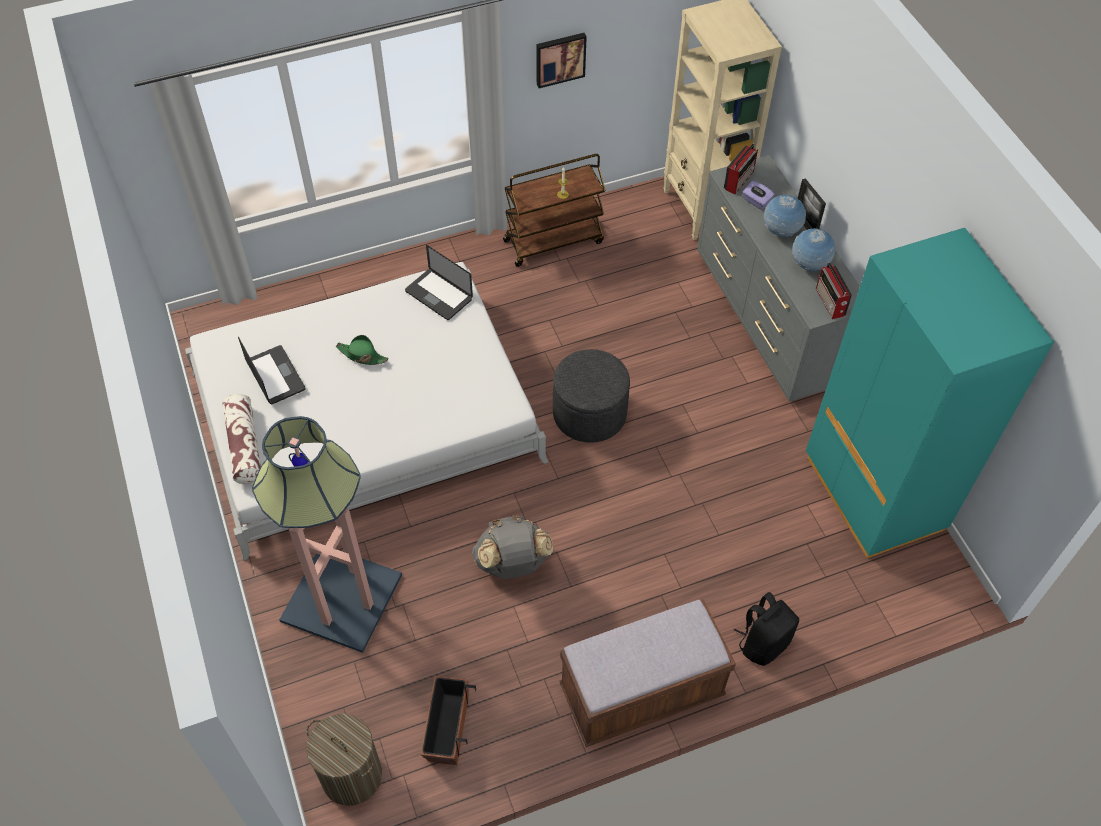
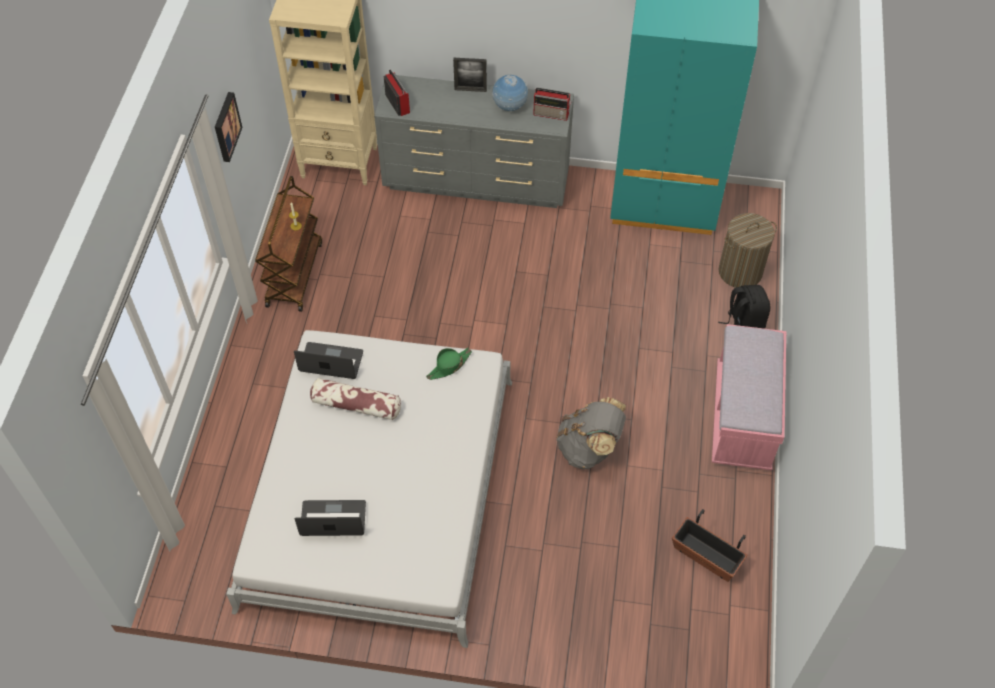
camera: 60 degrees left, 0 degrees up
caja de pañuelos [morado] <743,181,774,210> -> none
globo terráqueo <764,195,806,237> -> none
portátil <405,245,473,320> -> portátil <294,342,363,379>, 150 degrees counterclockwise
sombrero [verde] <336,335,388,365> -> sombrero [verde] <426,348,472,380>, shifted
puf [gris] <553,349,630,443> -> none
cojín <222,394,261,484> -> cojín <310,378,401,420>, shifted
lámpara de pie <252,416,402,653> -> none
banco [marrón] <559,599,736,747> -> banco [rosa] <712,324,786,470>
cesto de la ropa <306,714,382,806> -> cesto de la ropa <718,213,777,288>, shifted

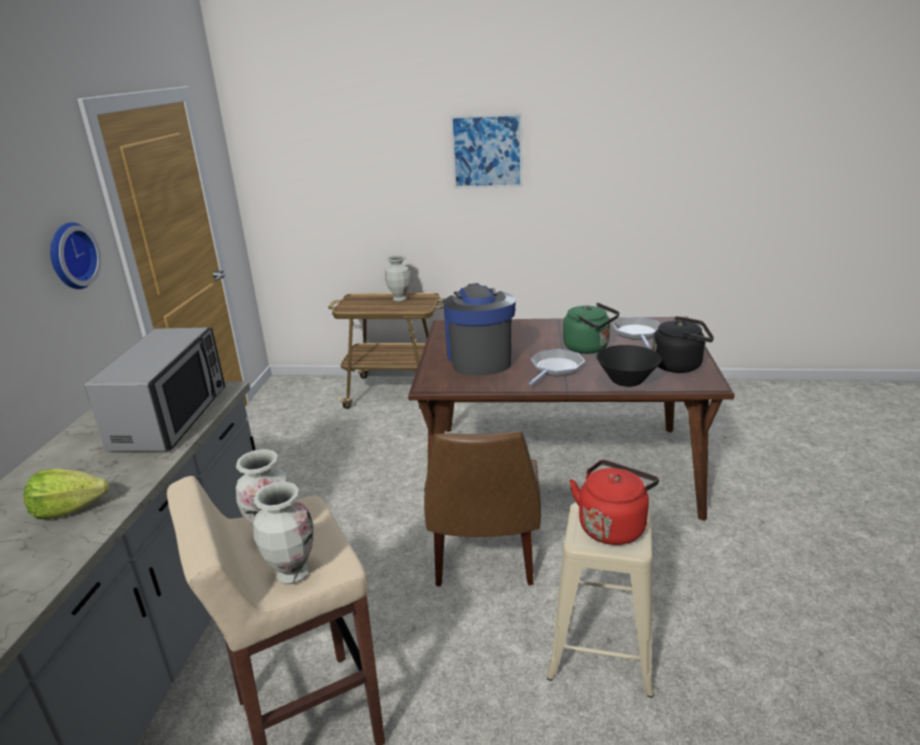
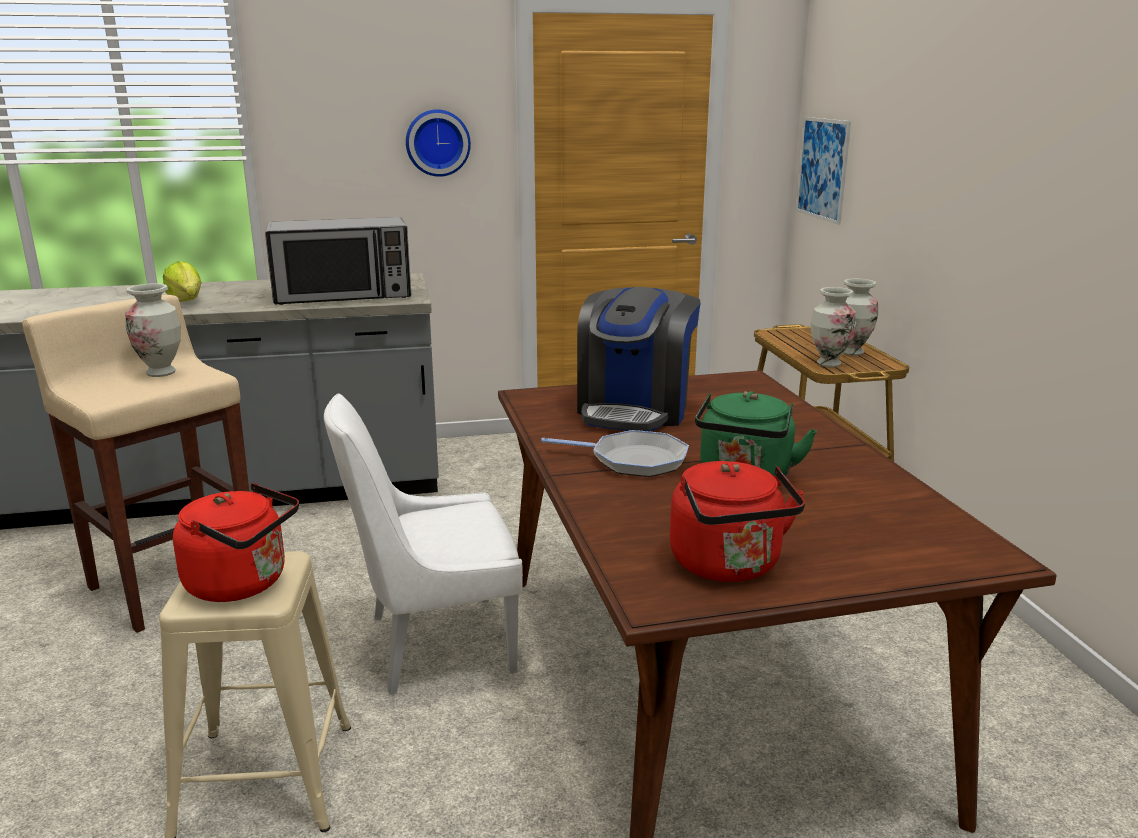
camera: 70 degrees right, 5 degrees down
cuadro <450,113,523,189> -> cuadro <796,117,851,225>, shifted
cafetera <443,283,516,376> -> cafetera <577,287,701,432>, 135 degrees clockwise
hervidor [negro] <652,316,714,373> -> hervidor [rojo] <670,461,805,582>
sartén <613,317,660,349> -> none
cuenco [negro] <596,345,661,387> -> none
silla [marrón] <424,431,541,587> -> silla [blanco] <324,393,523,695>
florero <253,481,314,584> -> florero <811,287,856,367>, shifted

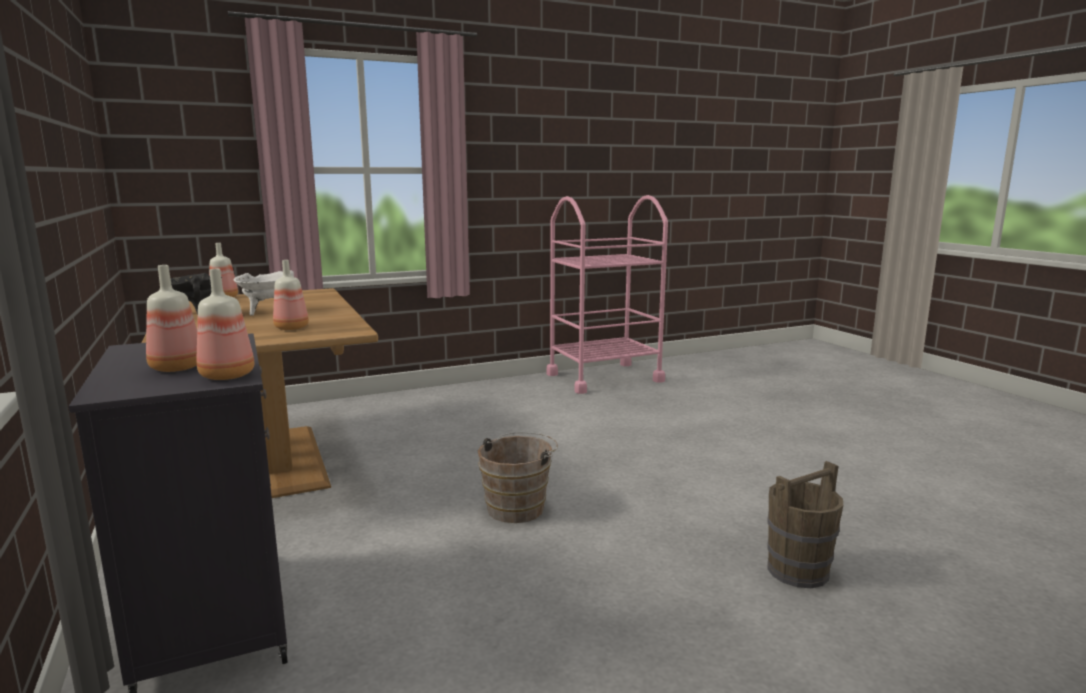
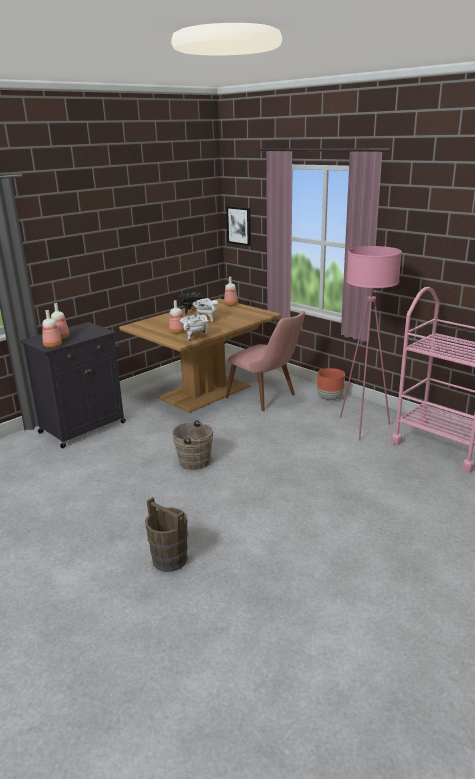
camera: 70 degrees right, 10 degrees up
none -> cuadro <226,206,251,246>
none -> lámpara de pie [rosa] <340,246,402,440>
none -> silla [rosa] <225,311,305,411>
none -> olla [blanco] <180,315,208,341>
none -> maceta [marrón] <317,368,345,401>

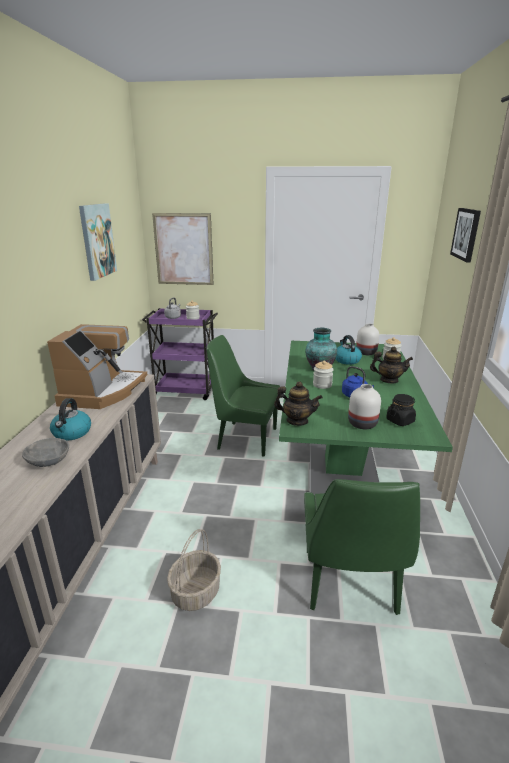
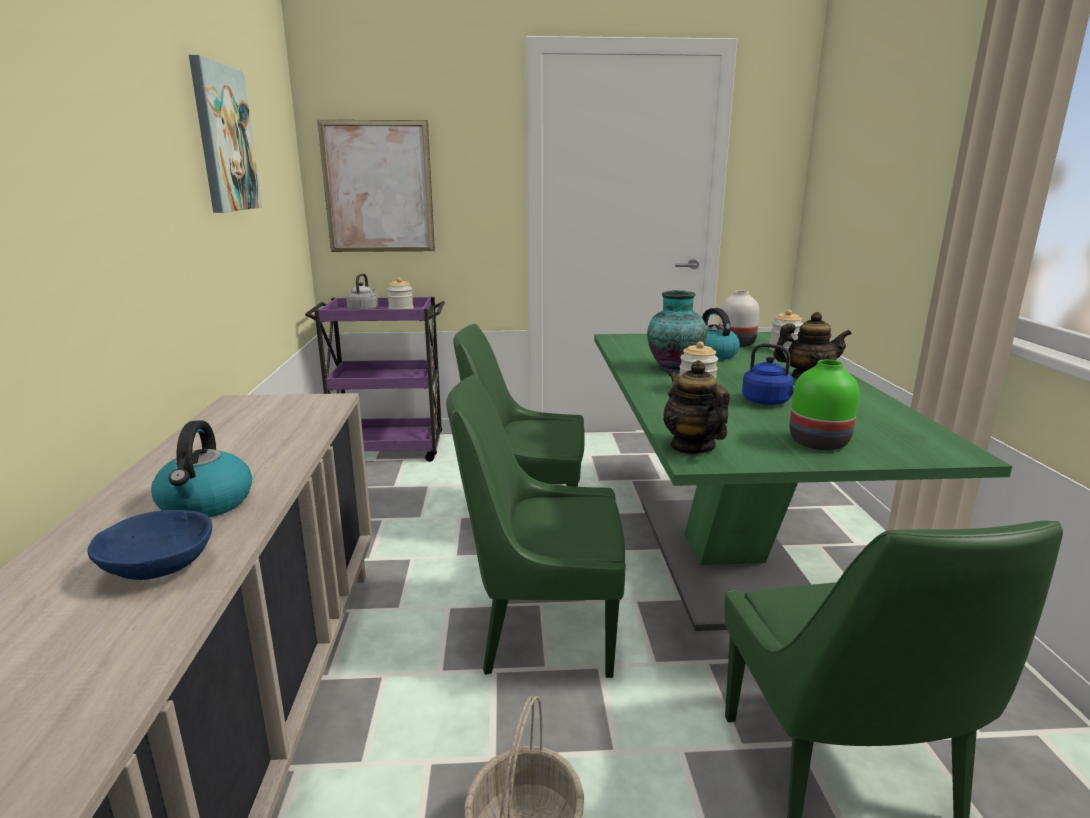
camera: 10 degrees left, 5 degrees down
cuadro <450,208,481,262> -> none
cafetera <47,324,147,409> -> none
tetera <274,381,323,426> -> tetera <663,360,730,454>, 120 degrees counterclockwise
florero [blanco] <348,384,381,429> -> florero [verde] <789,360,859,450>
tarro [negro] <386,394,416,426> -> none
cuenco [gris] <22,438,69,467> -> cuenco [azul] <87,510,212,580>
none -> silla [verde] <446,375,626,678>

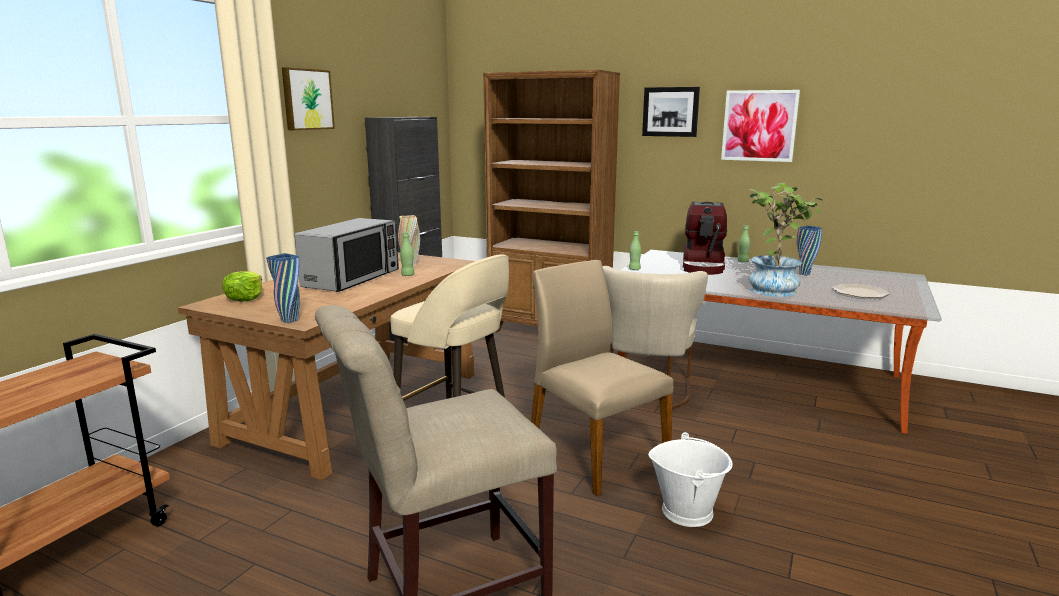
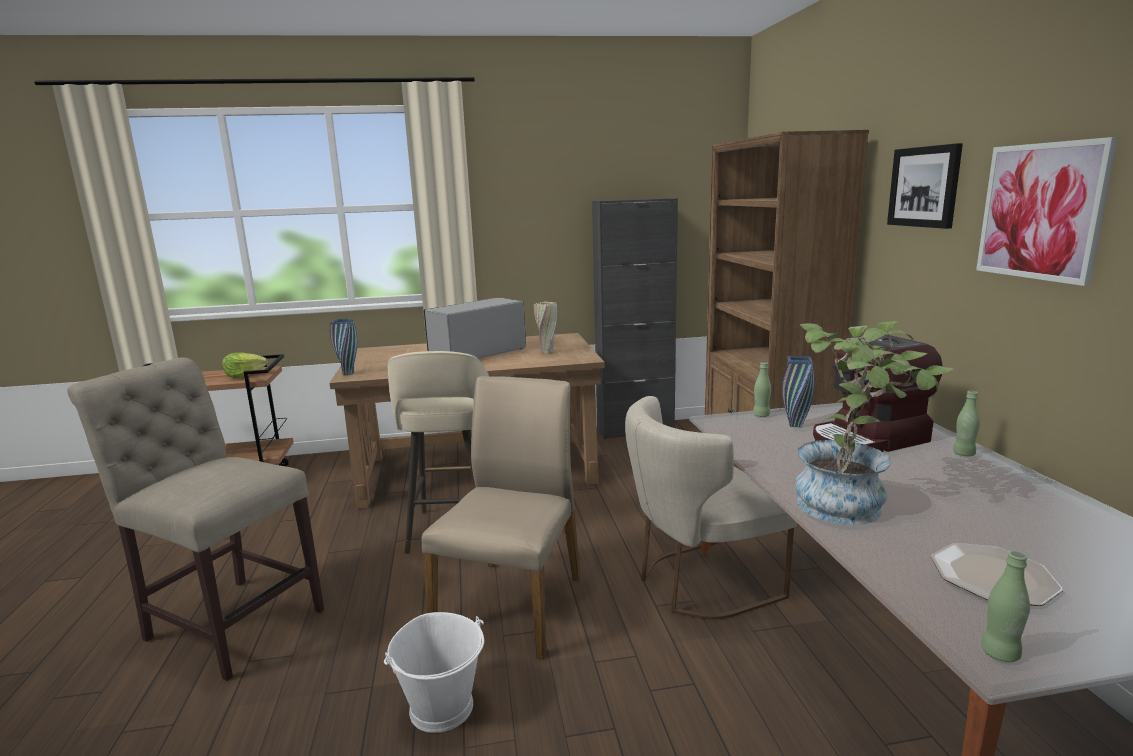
camera: 55 degrees right, 0 degrees up
cuadro <282,67,335,130> -> none
microondas <295,218,399,292> -> microondas <424,297,526,359>, 150 degrees clockwise
florero [azul] <797,226,822,276> -> florero [azul] <782,356,815,427>, shifted
botella [verde] <400,232,414,276> -> botella [verde] <981,551,1030,662>, shifted
lechuga <222,271,262,301> -> lechuga <222,353,268,378>, shifted

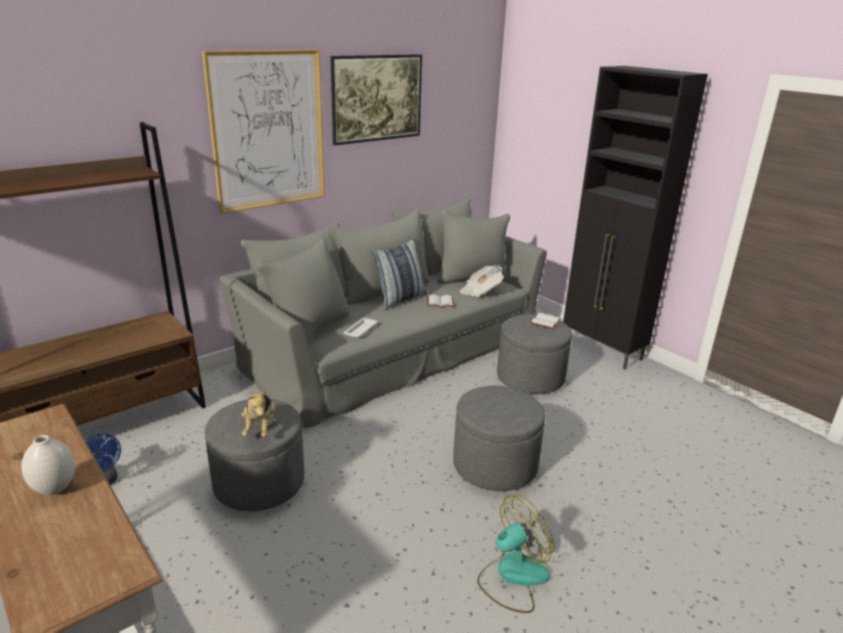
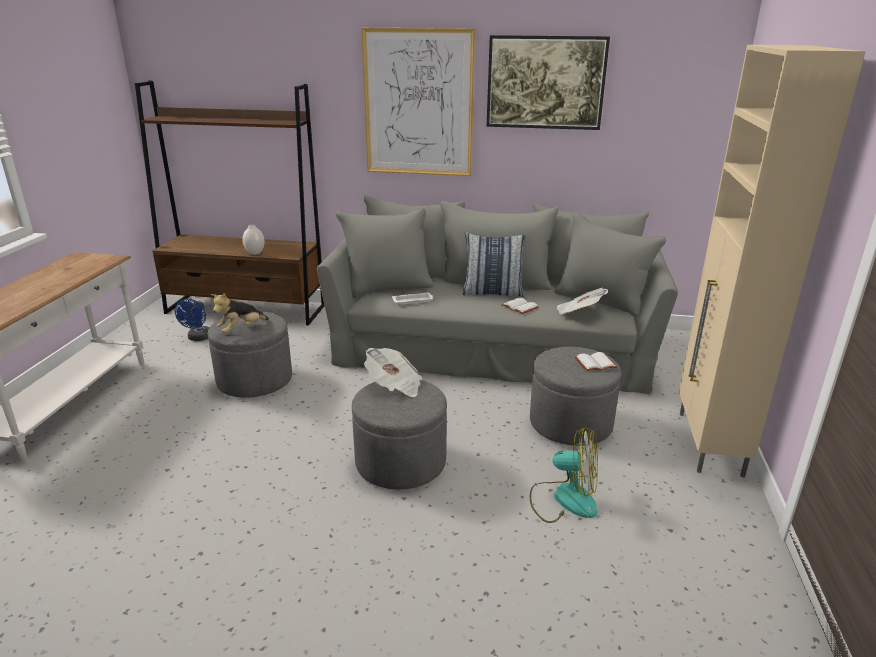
camera: 50 degrees right, 0 degrees up
armario [negro] <563,66,708,369> -> armario [beis] <679,45,866,478>
florero [blanco] <21,435,75,495> -> florero [blanco] <243,225,265,255>, shifted
ventilador <477,495,554,613> -> ventilador <530,427,598,523>, shifted
none -> periódico <364,348,422,397>

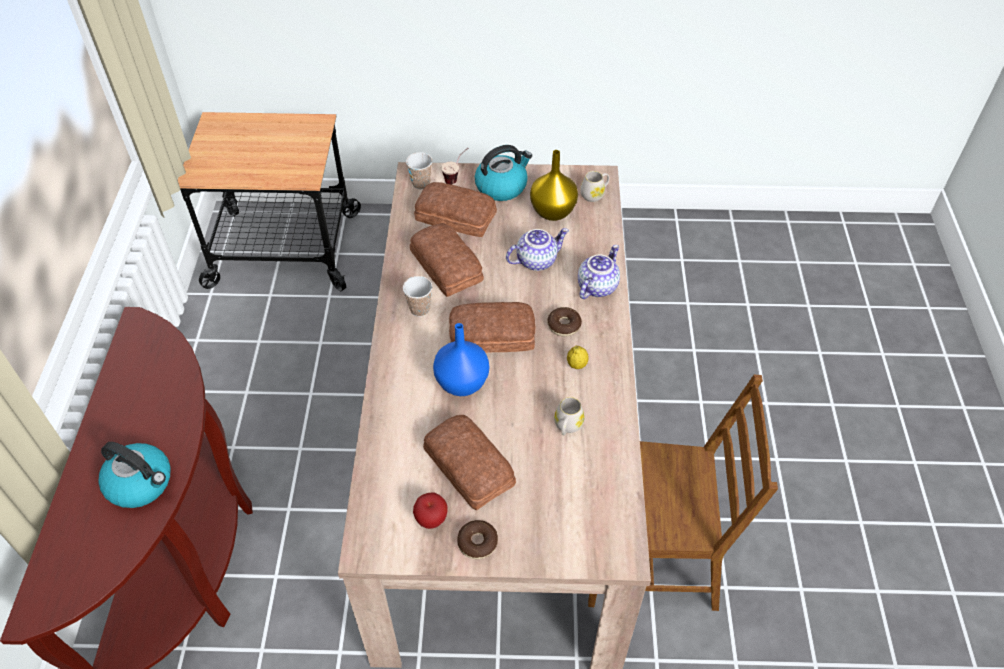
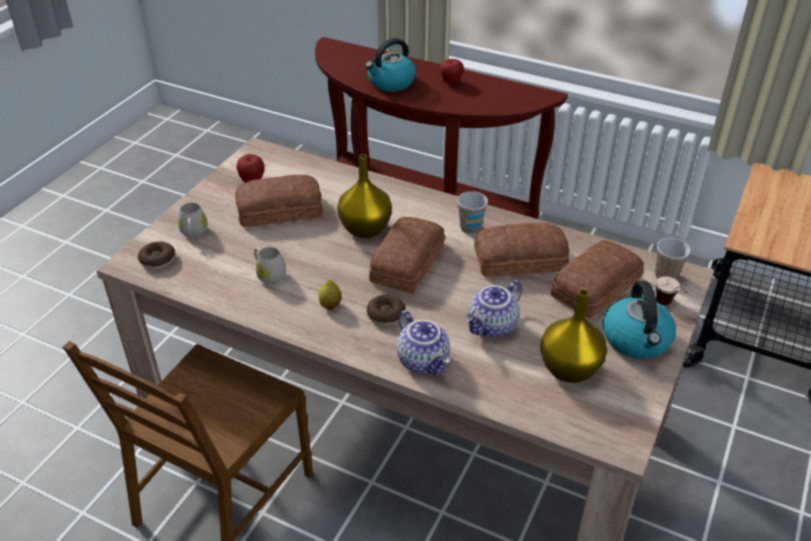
camera: 115 degrees right, 10 degrees down
taza grande [blanco] <580,171,609,202> -> taza grande [blanco] <178,202,208,238>, shifted
tetera <506,228,569,271> -> tetera <465,280,522,337>, 45 degrees clockwise
florero [azul] <433,323,489,396> -> florero [amarillo] <337,154,392,238>
rosquilla <457,520,498,559> -> rosquilla <138,241,175,269>, shifted
none -> manzana <440,59,464,85>

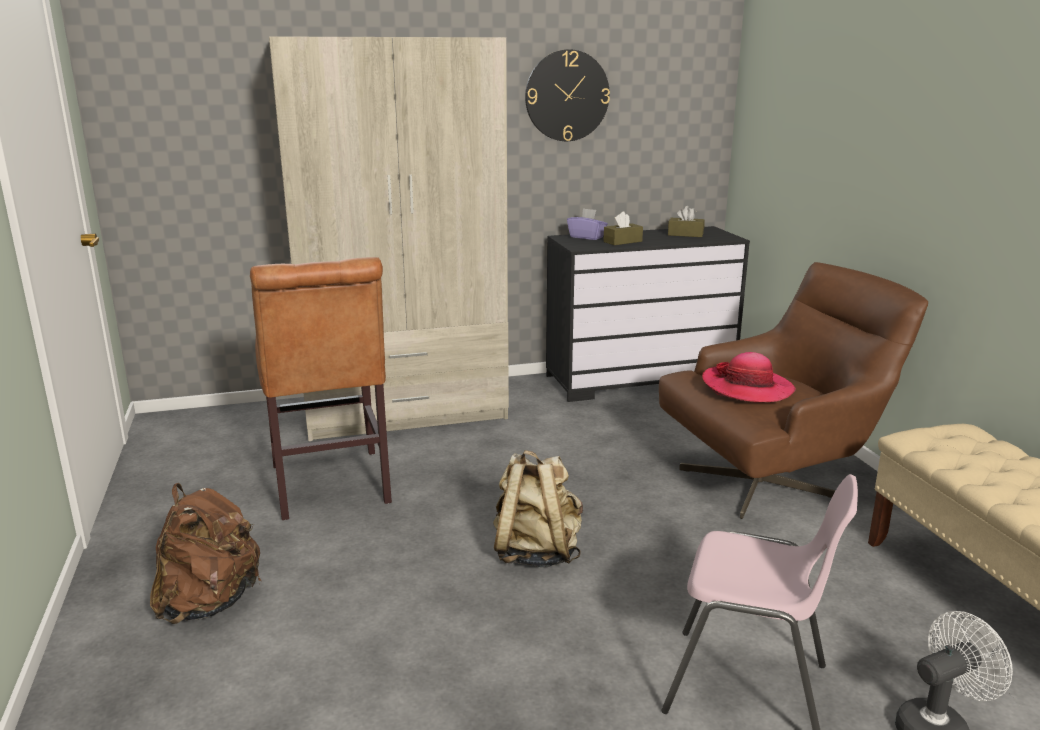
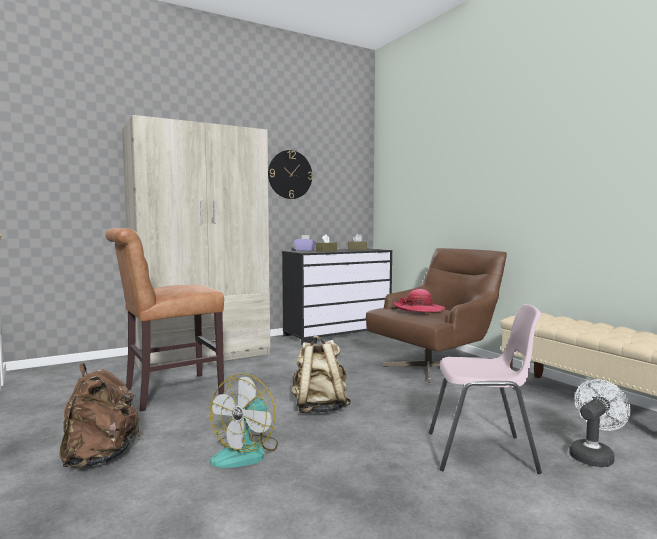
camera: 15 degrees left, 15 degrees down
silla [marrón] <250,257,392,520> -> silla [marrón] <105,228,224,412>, 90 degrees clockwise
none -> ventilador <210,373,278,468>

